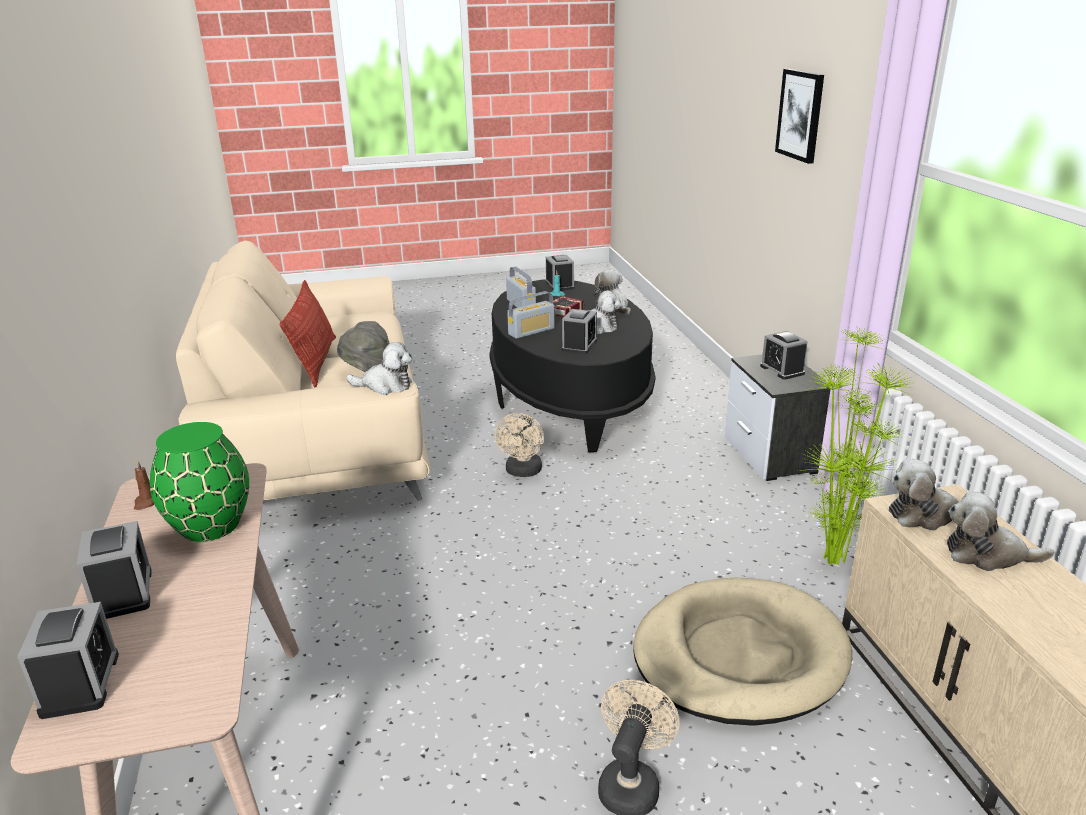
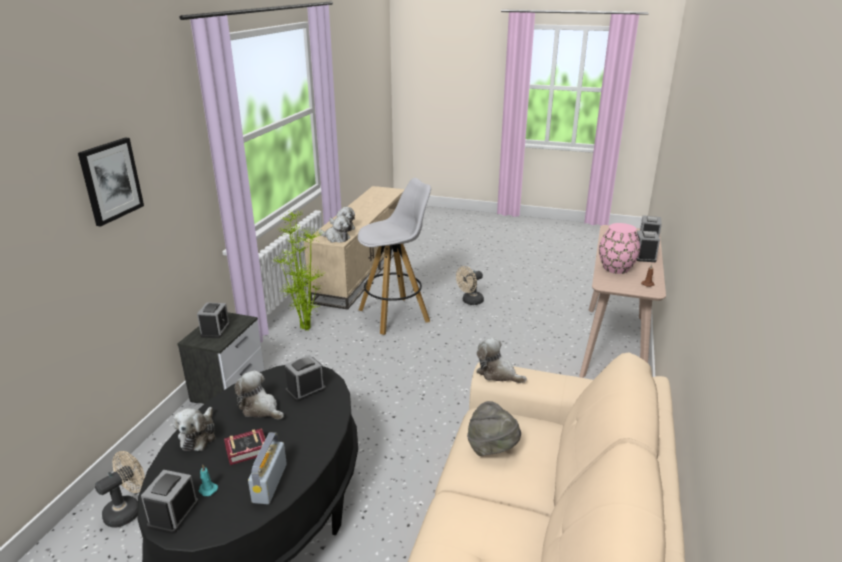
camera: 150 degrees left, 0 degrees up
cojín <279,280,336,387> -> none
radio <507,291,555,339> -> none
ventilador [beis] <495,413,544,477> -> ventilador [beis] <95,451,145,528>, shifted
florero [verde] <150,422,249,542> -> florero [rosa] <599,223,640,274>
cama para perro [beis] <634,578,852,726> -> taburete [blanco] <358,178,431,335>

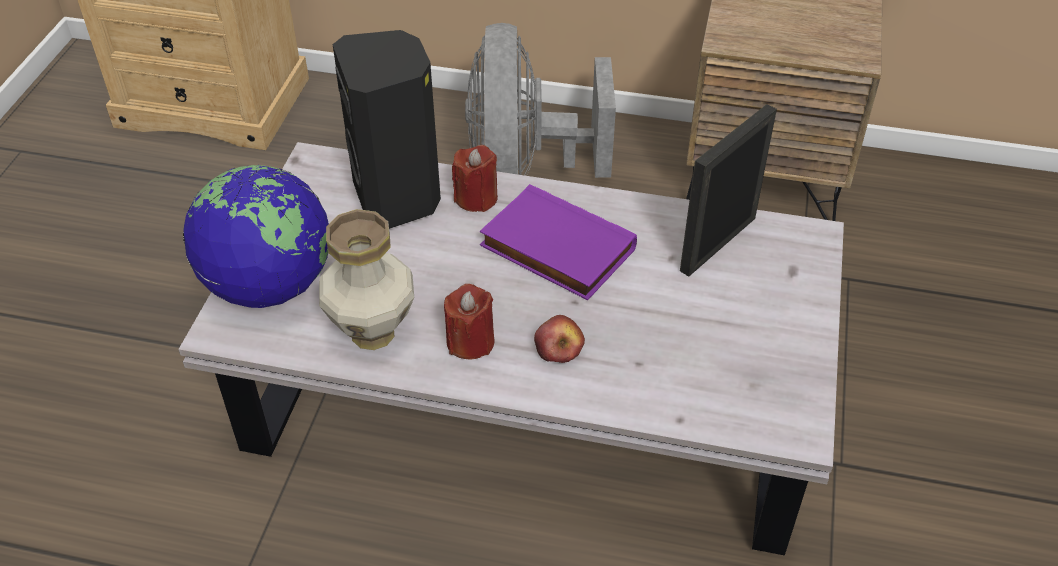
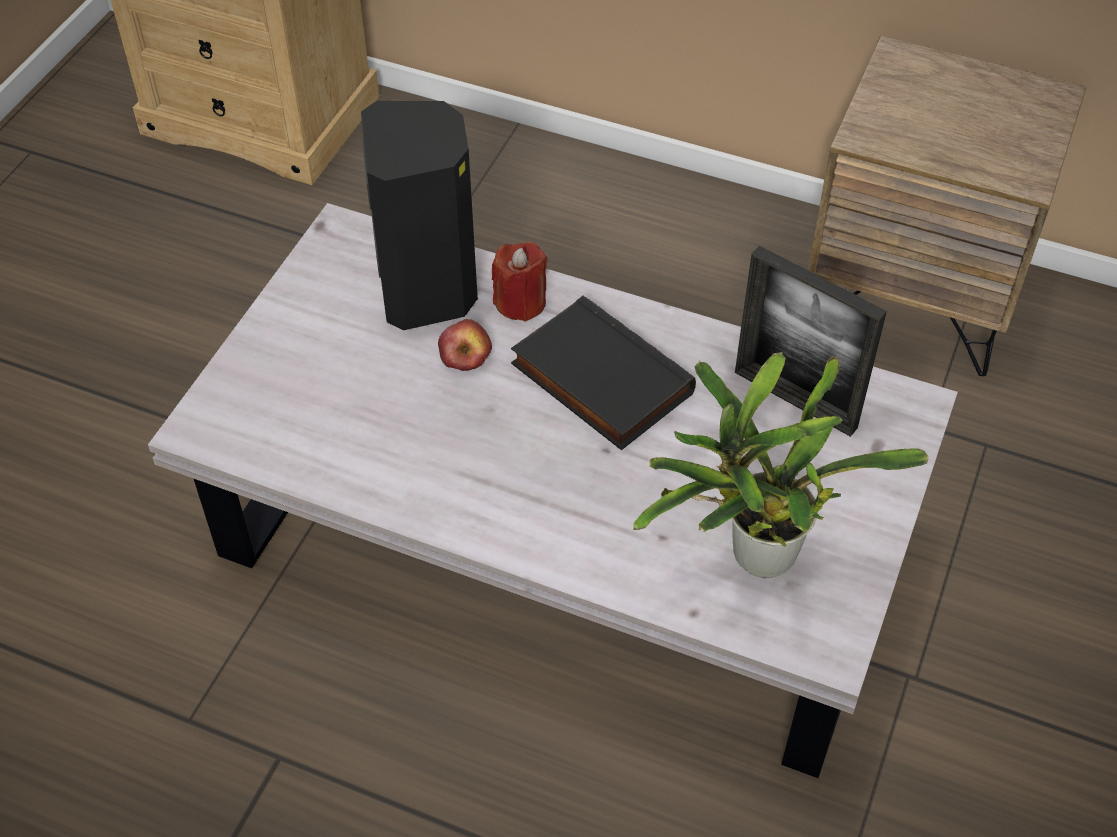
camera: 10 degrees right, 5 degrees up
ventilador [gris] <465,23,616,178> -> none
portarretratos <680,104,777,276> -> portarretratos <735,245,887,437>, 105 degrees counterclockwise
globo terráqueo <183,165,329,308> -> none
libro [morado] <480,184,637,300> -> libro [negro] <511,296,696,450>
florero <319,209,414,350> -> none
vela [rojo] <444,284,494,360> -> none
manzana <534,315,585,363> -> manzana <438,319,492,371>, shifted
none -> planta en maceta <633,352,929,578>

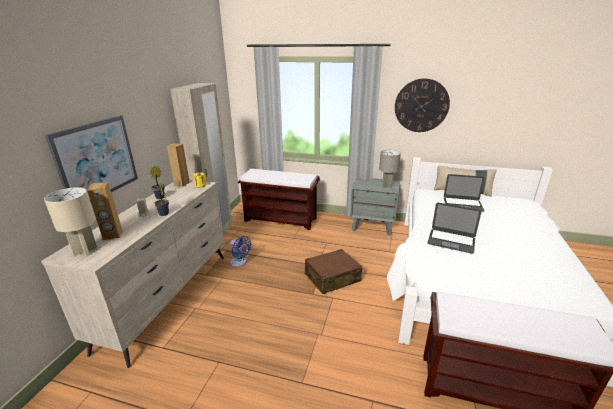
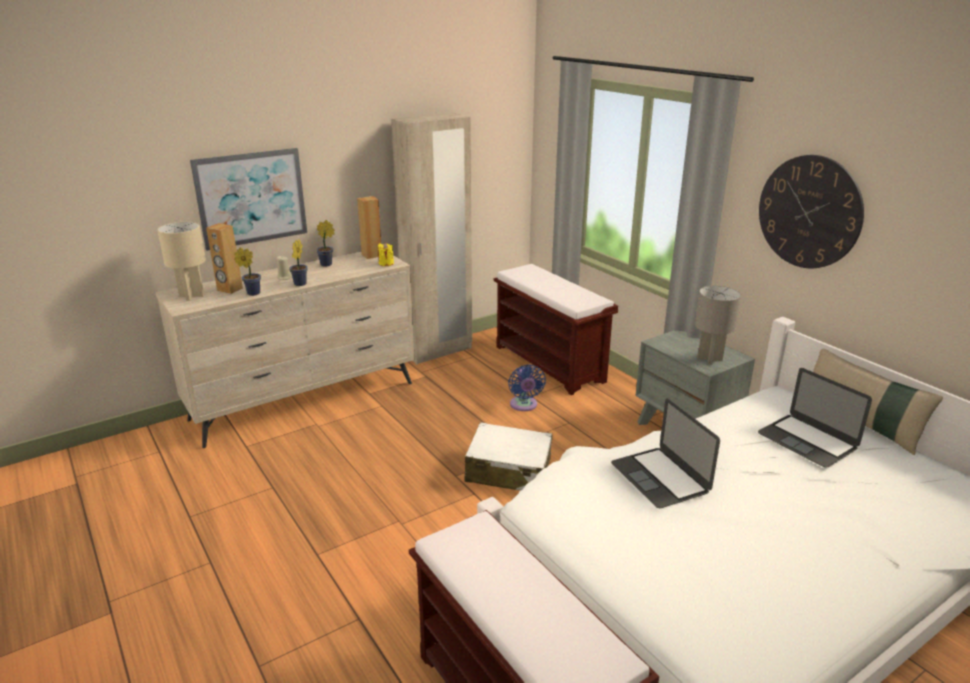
camera: 40 degrees right, 0 degrees up
ventilador [azul] <230,236,251,267> -> ventilador [azul] <508,365,546,411>, shifted
maleta [marrón] <305,249,362,294> -> maleta [blanco] <465,422,552,491>
none -> planta en maceta <234,248,261,296>

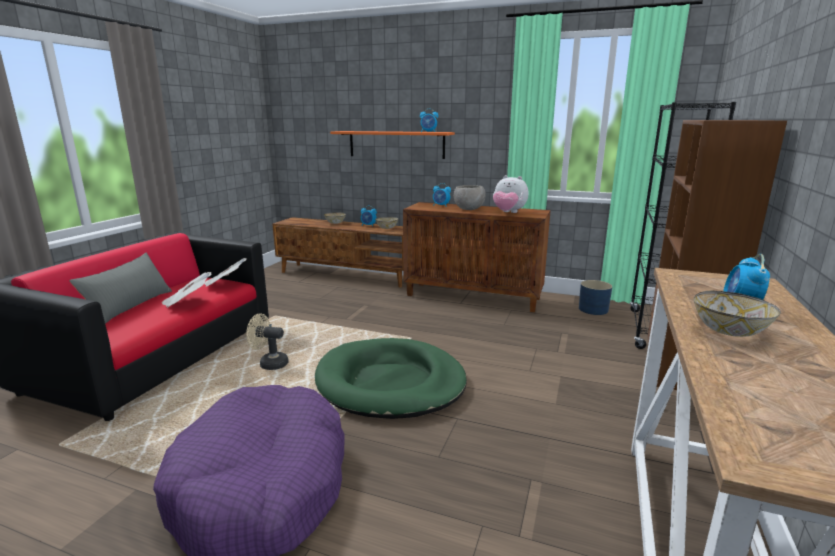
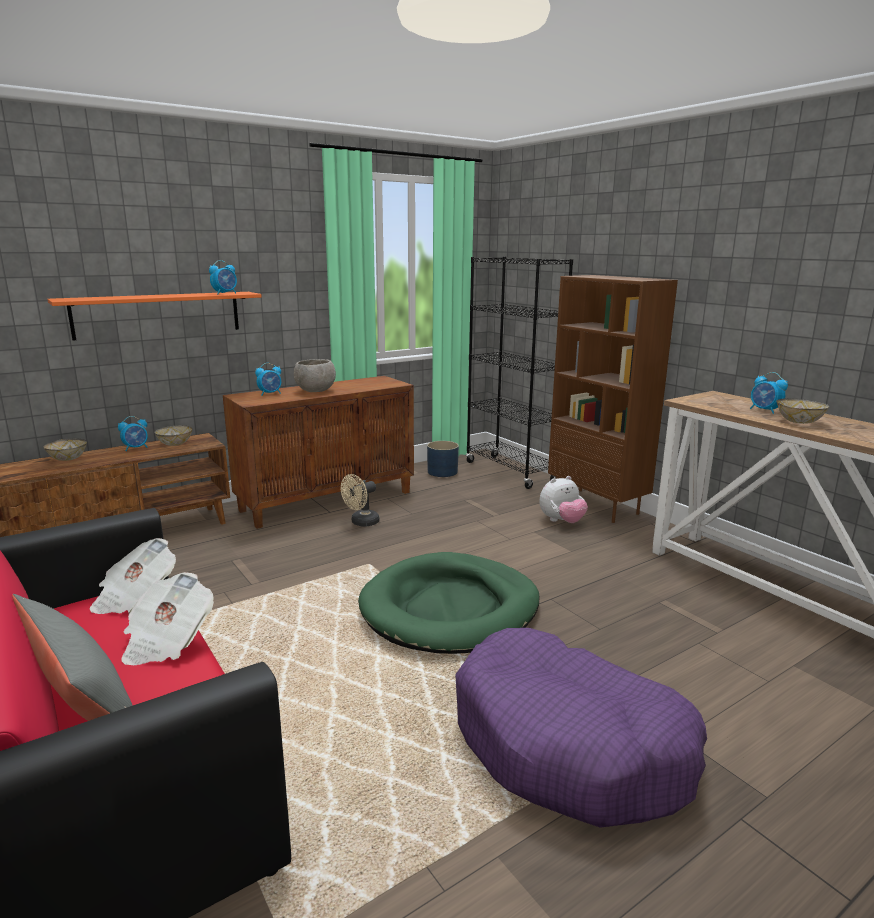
camera: 55 degrees left, 0 degrees up
peluche <493,175,529,213> -> peluche <539,476,588,523>, shifted
ventilador [beis] <246,313,288,370> -> ventilador [beis] <341,474,380,526>, shifted

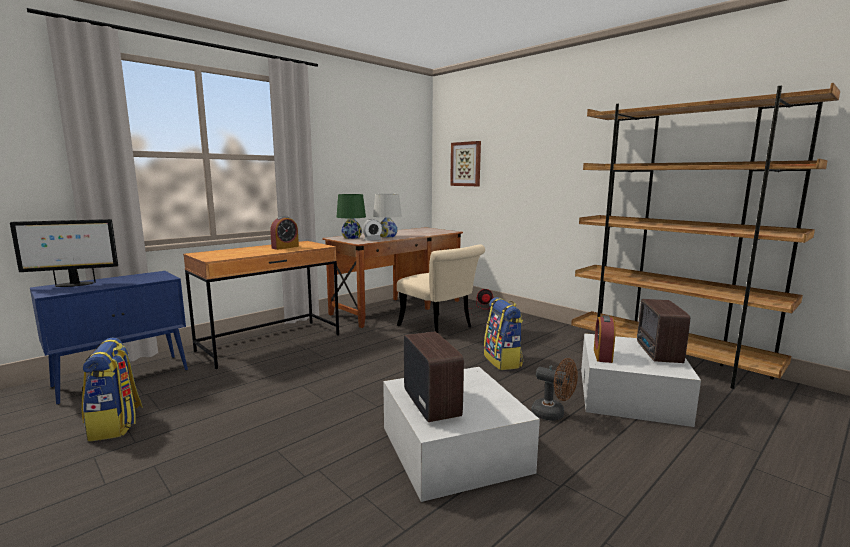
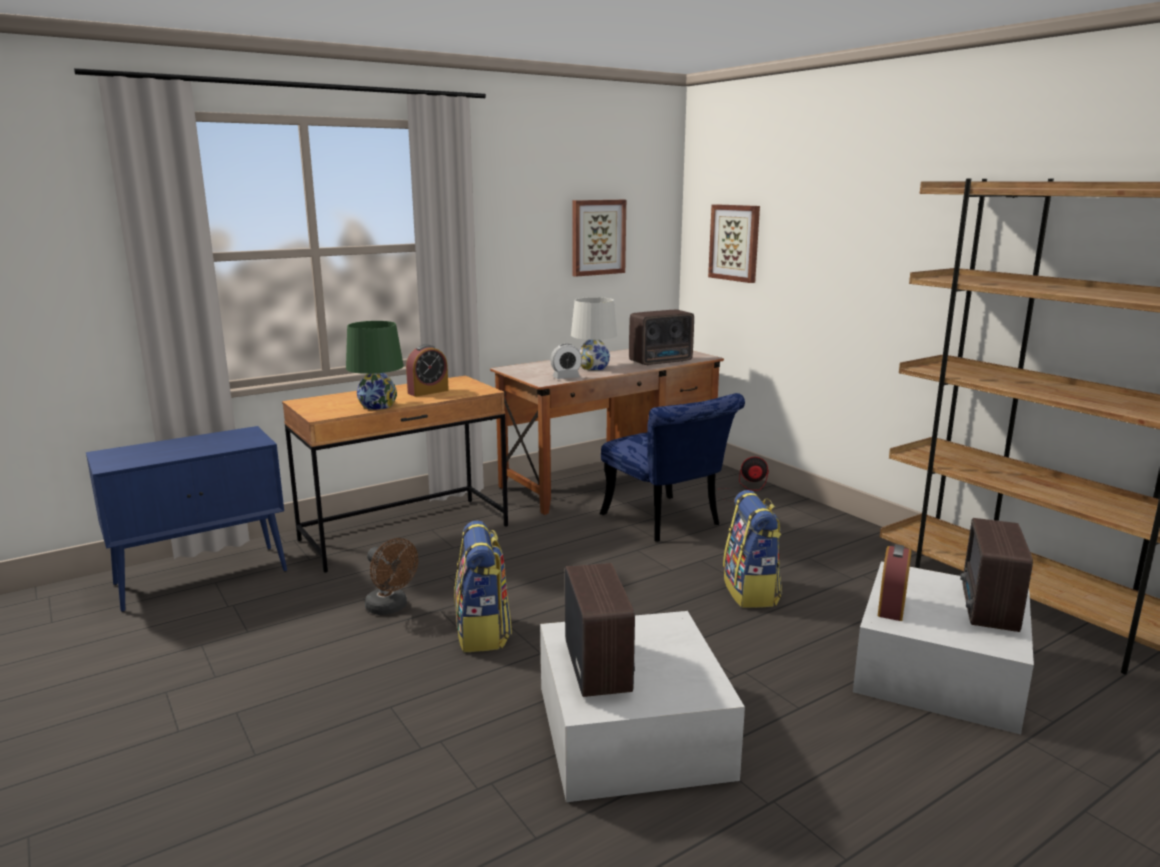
camera: 10 degrees right, 5 degrees up
lámpara de mesa [verde] <337,194,366,239> -> lámpara de mesa [verde] <346,321,404,410>, shifted
monitor <10,219,118,287> -> none
silla [beis] <397,244,485,333> -> silla [azul] <600,393,745,542>
mochila <82,338,143,442> -> mochila <454,521,512,652>, shifted
ventilador [marrón] <532,358,578,421> -> ventilador [marrón] <365,538,418,615>, shifted
none -> cuadro <572,200,626,277>
none -> radio <629,310,694,365>

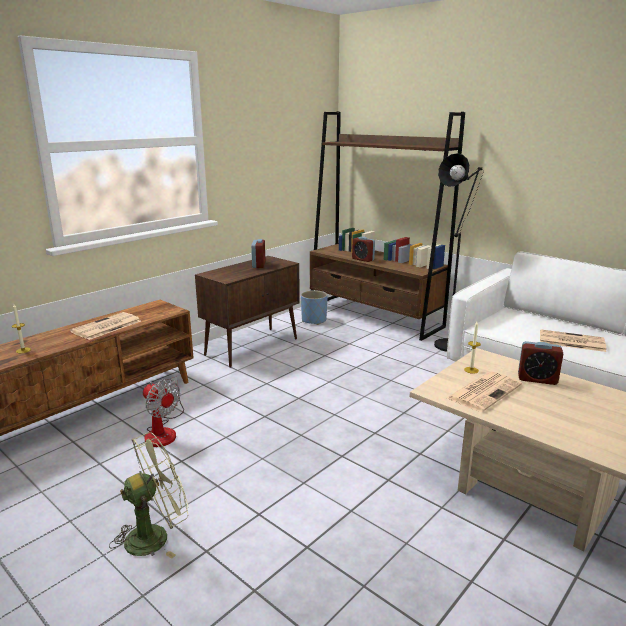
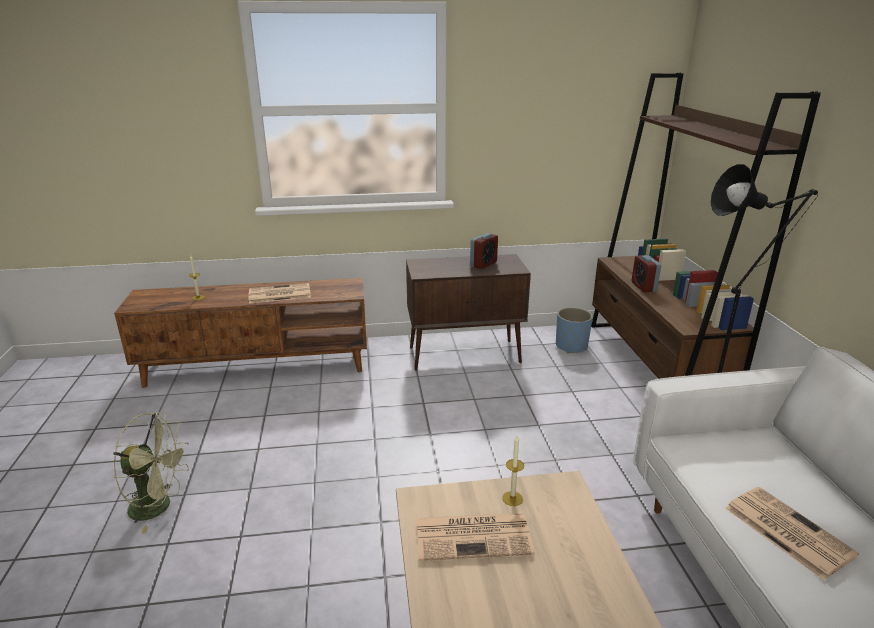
camera: 40 degrees right, 5 degrees up
despertador <518,341,563,385> -> none
ventilador <143,376,184,447> -> none

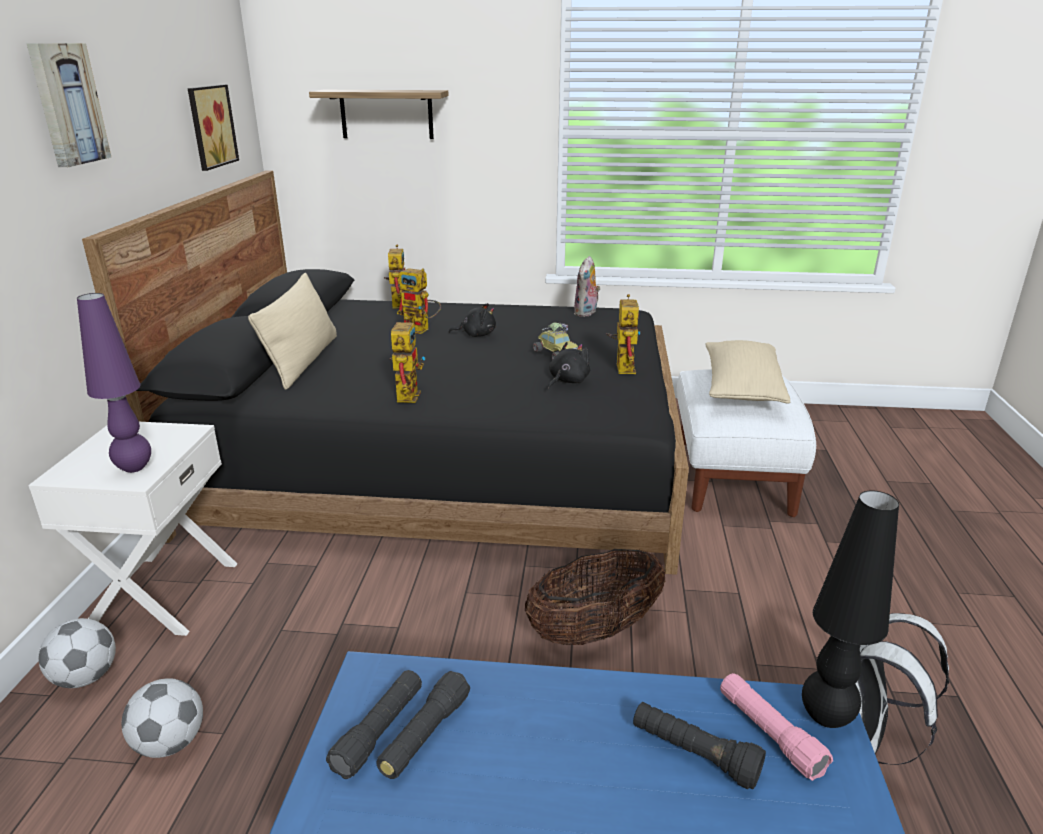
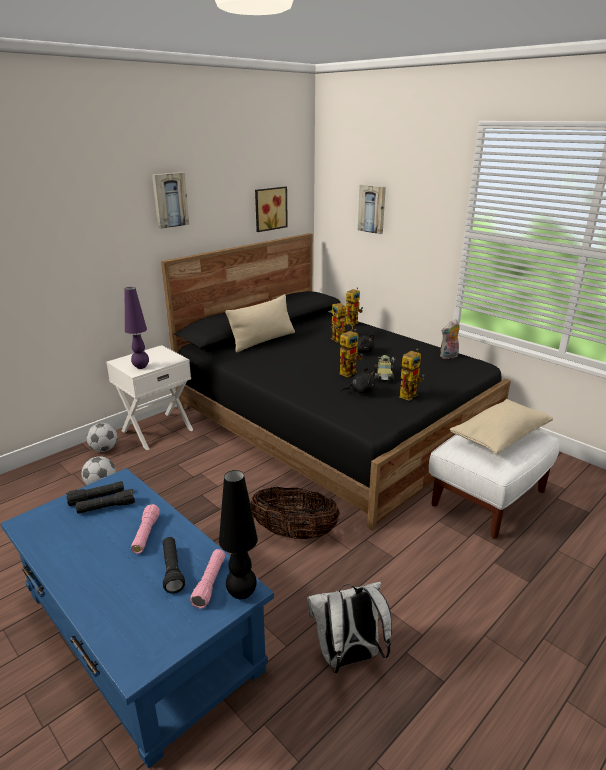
camera: 40 degrees right, 0 degrees up
estante <309,90,449,139> -> cuadro <358,185,386,234>
robot de juguete <390,317,425,403> -> robot de juguete <339,329,363,377>, shifted
none -> linterna [rosa] <131,504,160,554>

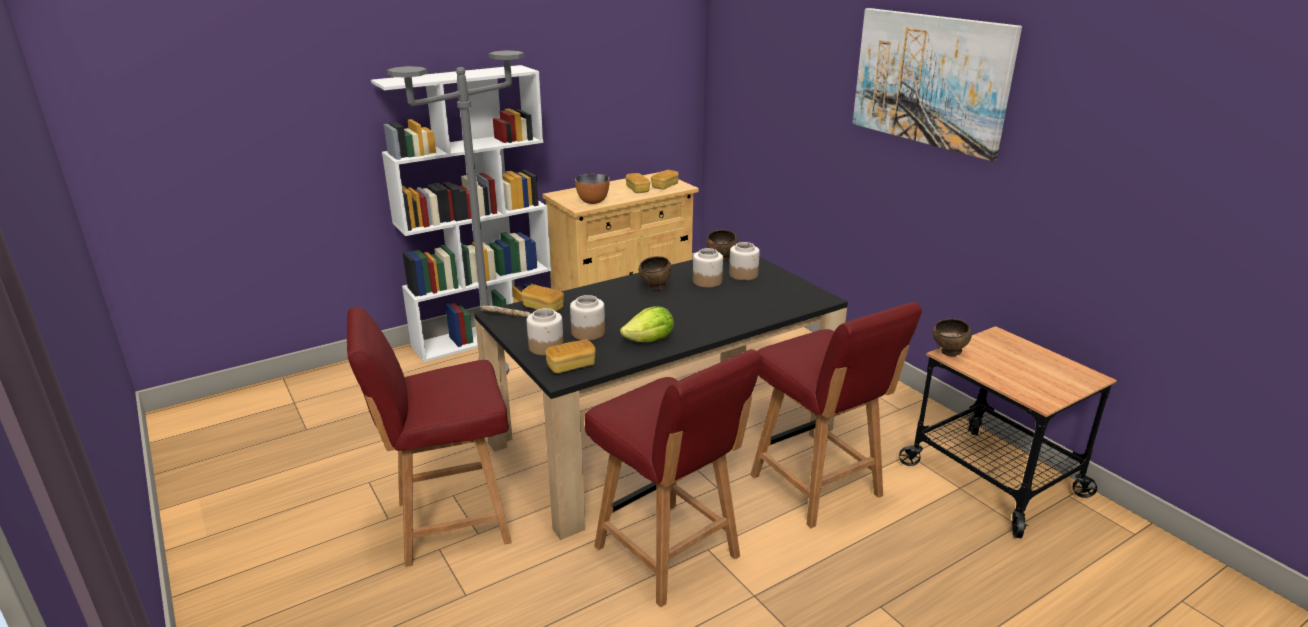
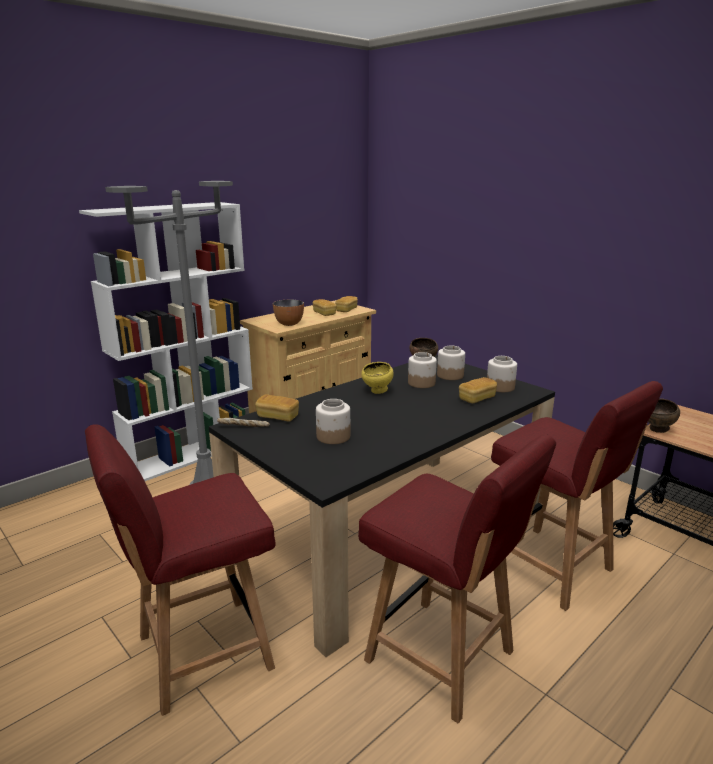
camera: 10 degrees left, 5 degrees down
cuadro <852,8,1022,161> -> none
cuenco [marrón] <639,256,672,290> -> cuenco [amarillo] <361,362,394,394>
lechuga <620,306,674,342> -> none
tarro <527,308,564,355> -> tarro <487,356,517,392>, shifted
pan <545,339,596,373> -> pan <459,377,497,403>, shifted

